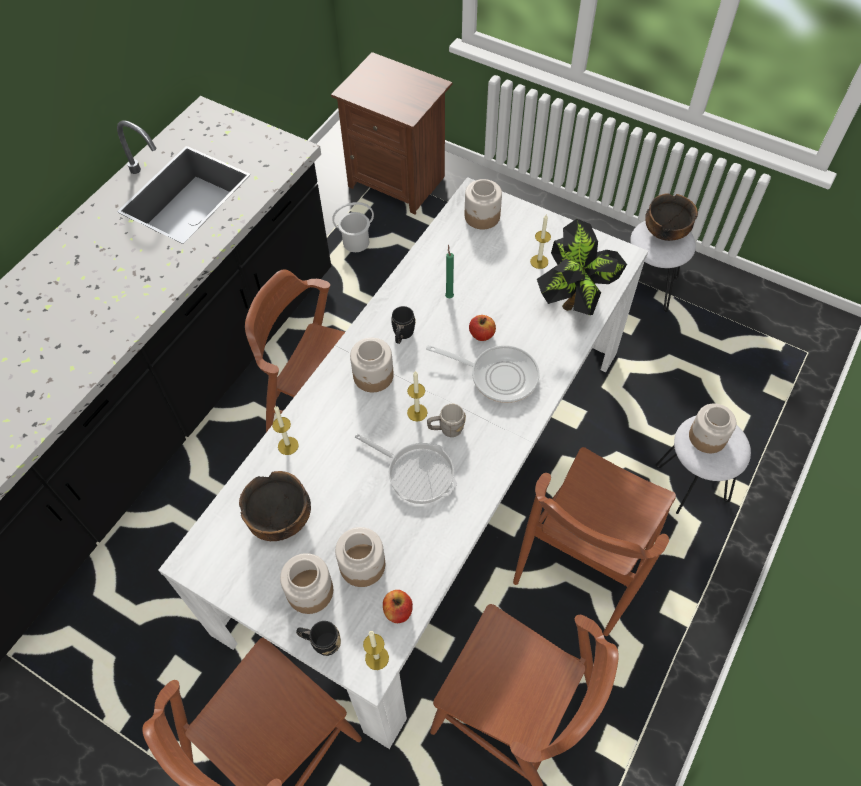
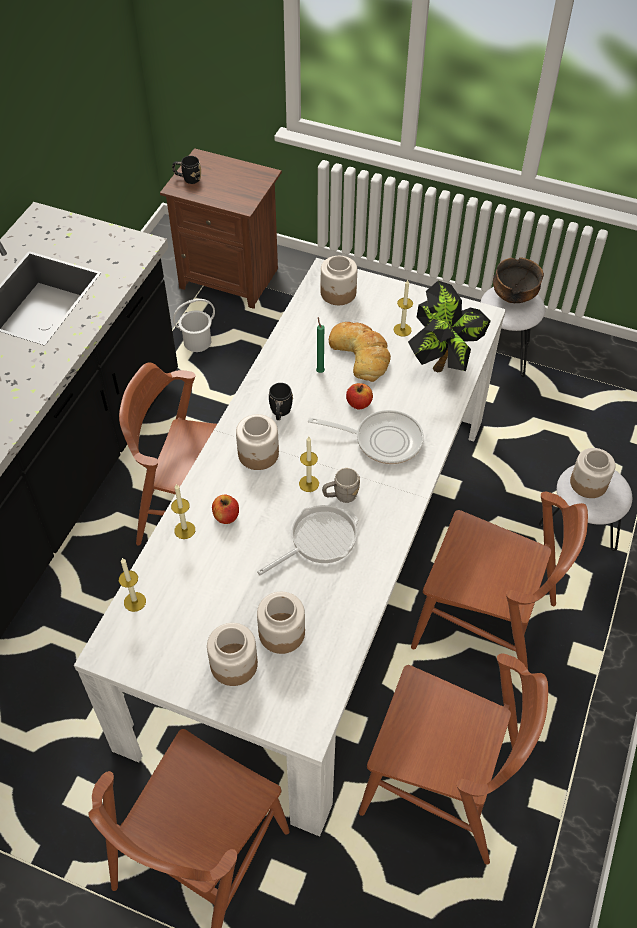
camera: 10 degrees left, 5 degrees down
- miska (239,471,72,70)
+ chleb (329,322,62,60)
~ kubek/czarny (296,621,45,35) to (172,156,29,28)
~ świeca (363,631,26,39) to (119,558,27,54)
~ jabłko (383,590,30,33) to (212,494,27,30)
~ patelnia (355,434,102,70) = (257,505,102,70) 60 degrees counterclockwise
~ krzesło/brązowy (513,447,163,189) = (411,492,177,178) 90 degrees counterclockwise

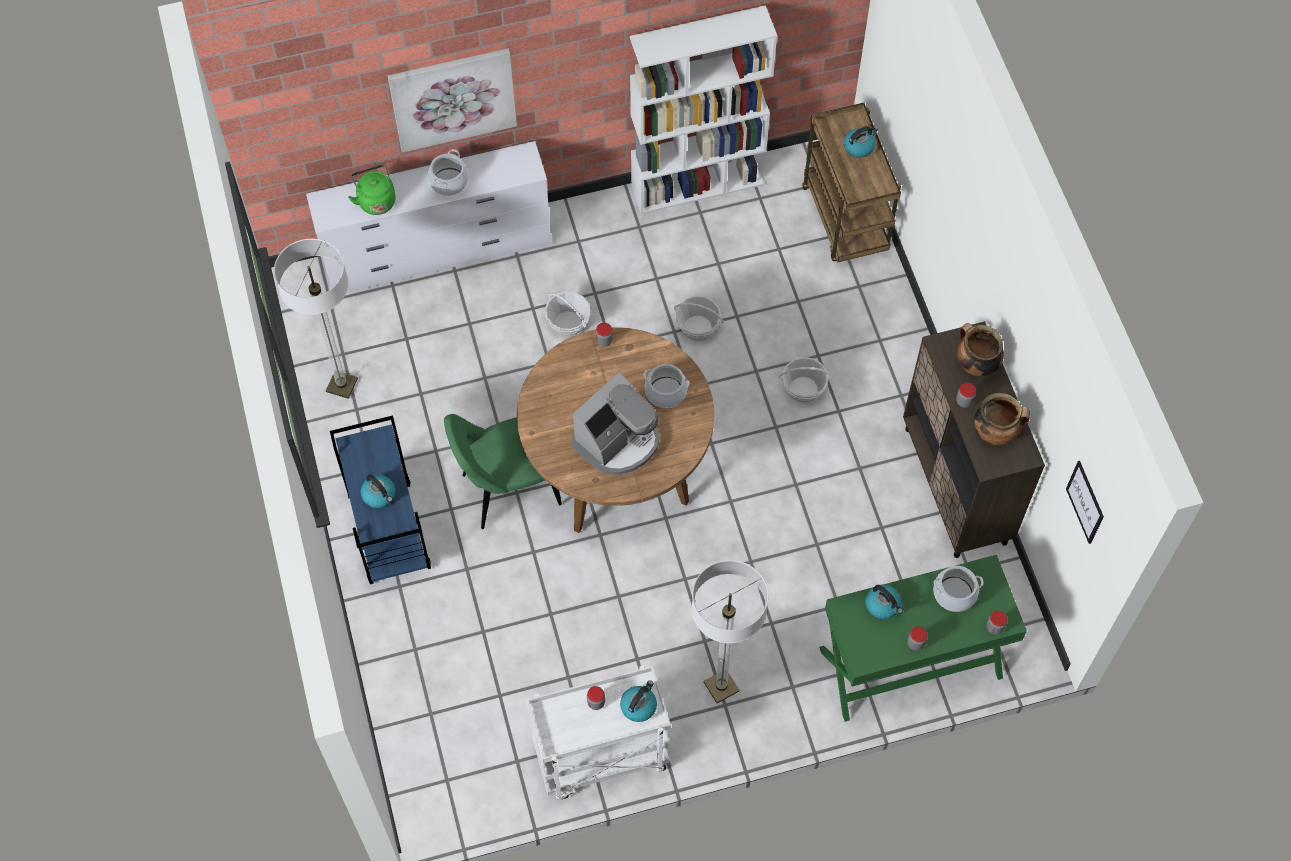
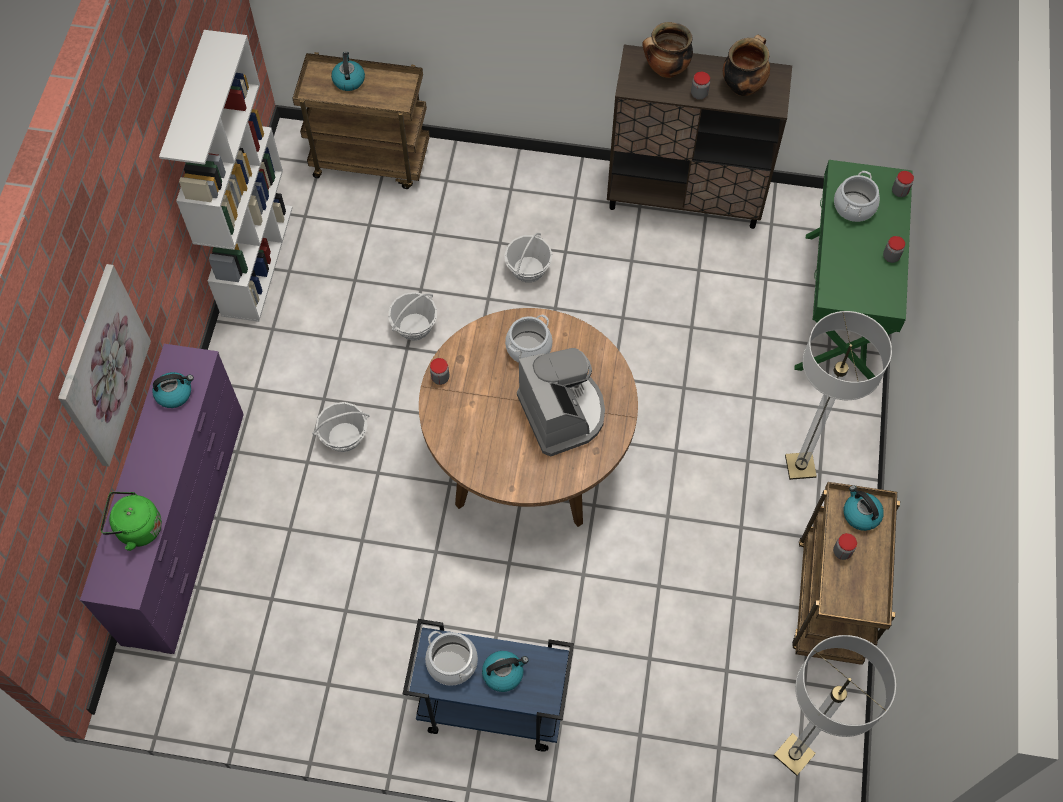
camera: 65 degrees left, 0 degrees up
- krzesło/zielony (444,414,118,115)
- obraz (1066,461,38,83)
~ lampa stojąca (274,239,84,160) to (773,635,123,141)
~ garnek (428,149,41,47) to (425,631,53,55)
~ czajnik (865,584,38,35) to (152,372,42,36)
~ komoda/biały (306,141,245,151) to komoda/fioletowy (80,344,164,310)
~ wózek/biały (527,666,144,133) to wózek/brązowy (792,482,108,183)

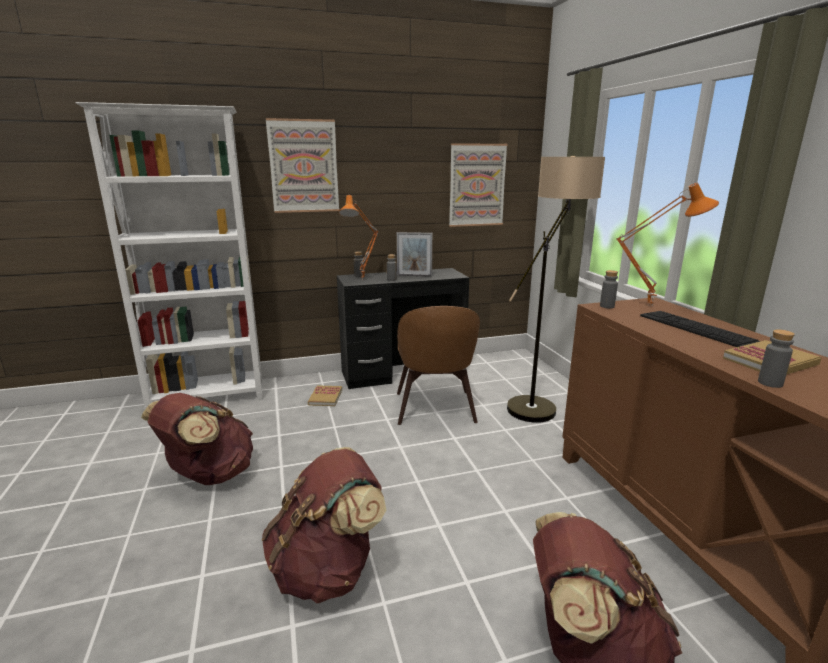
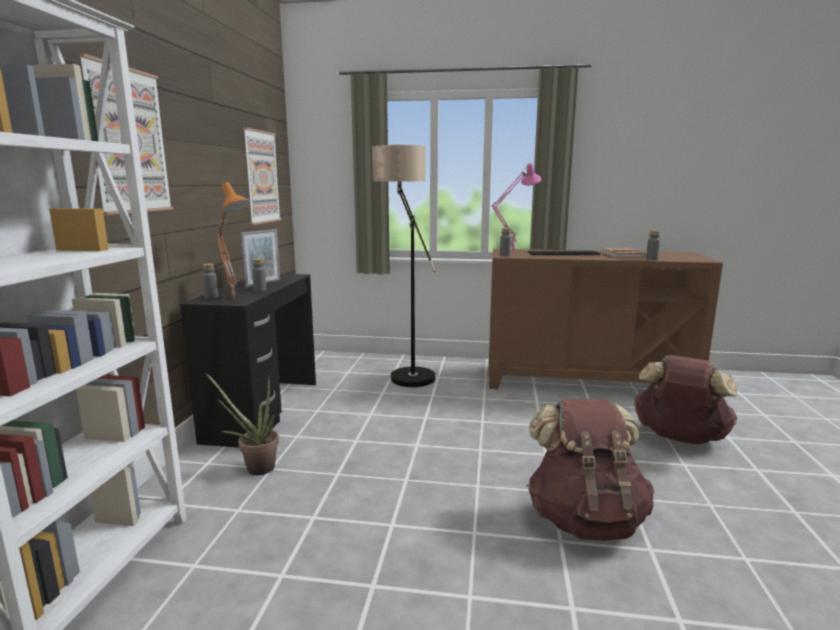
camera: 65 degrees left, 5 degrees down
- plecak/brązowy (141,393,112,92)
- krzesło/brązowy (397,306,83,119)
~ książka (308,386,34,20) to roślina doniczkowa (206,373,73,102)
~ lampa stołowa/pomarańczowy (616,183,103,124) to lampa stołowa/różowy (491,163,50,89)

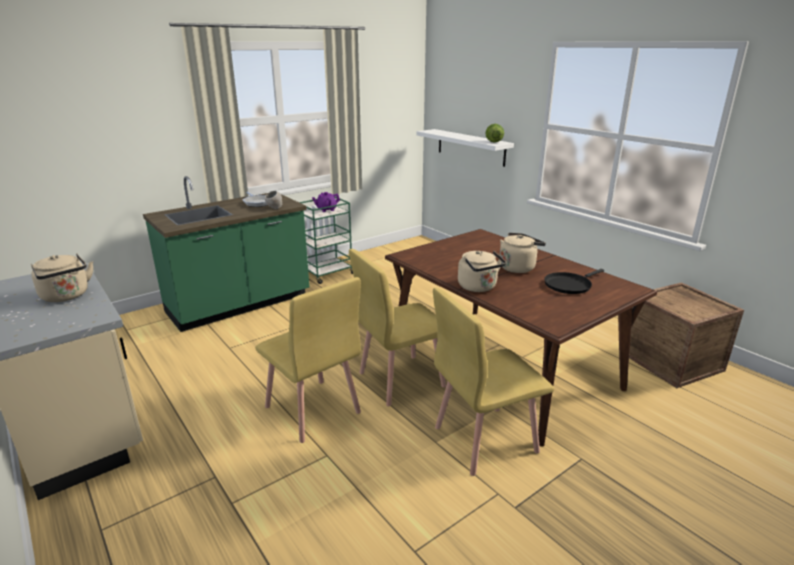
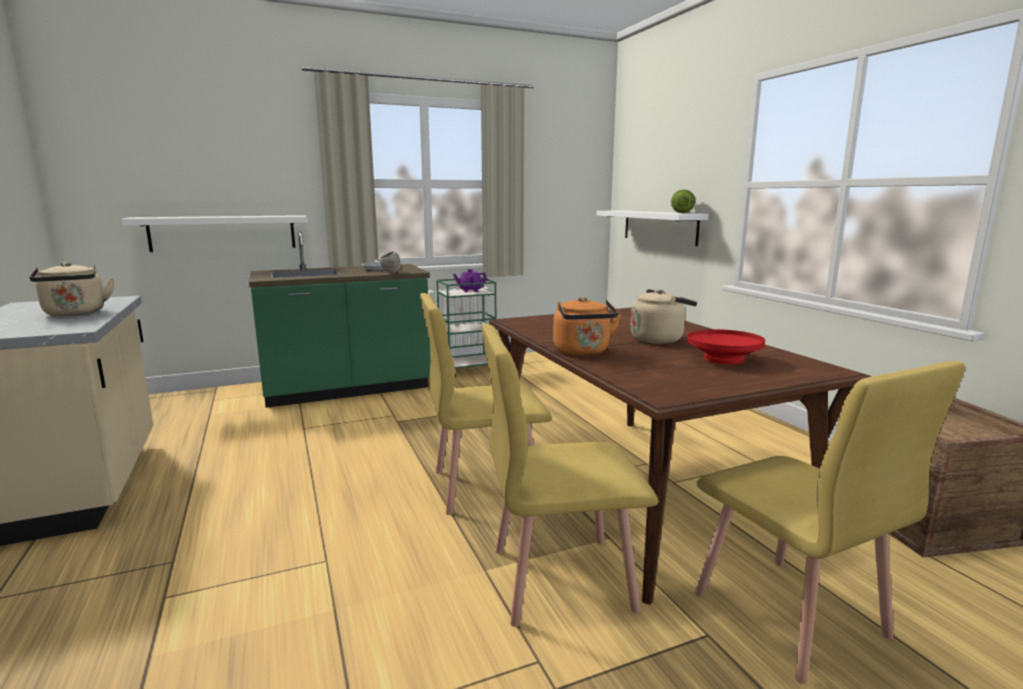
camera: 15 degrees right, 10 degrees down
+ półka/biały (121,215,187,37)
~ krzesło/żółty (255,277,106,166) to (694,361,271,323)
~ patelnia/czarny (544,269,60,25) to miska/czerwony (688,329,77,35)
~ czajnik/beżowy (458,251,48,41) to czajnik/pomarańczowy (553,297,68,59)

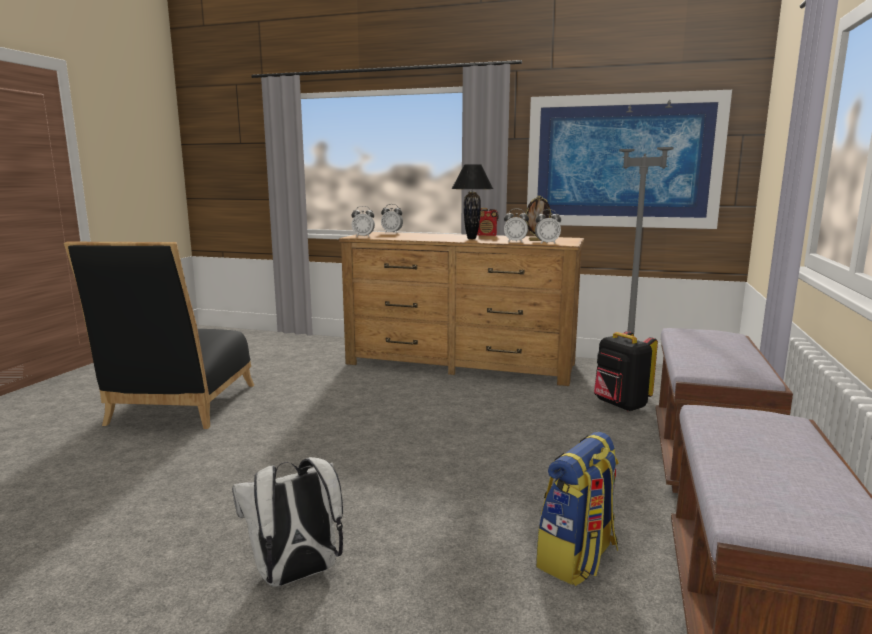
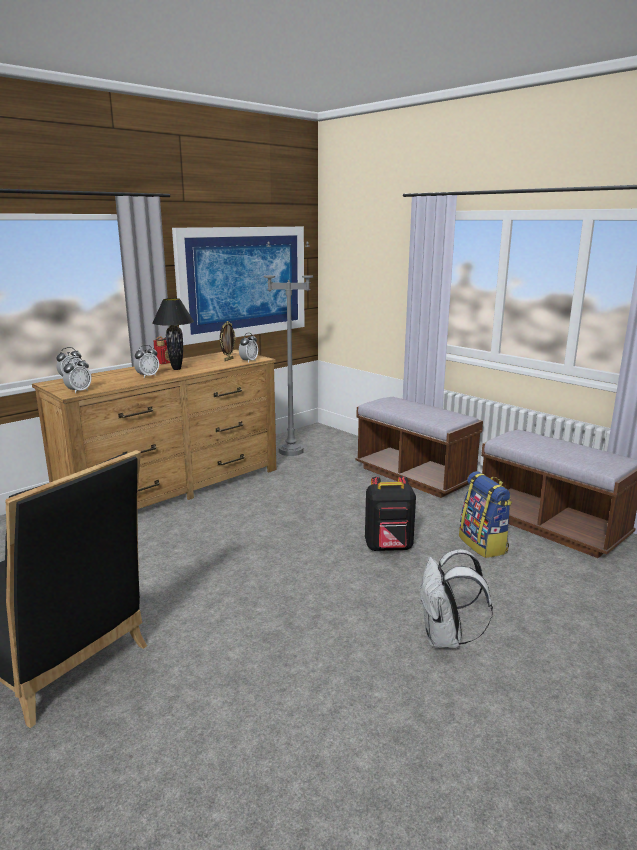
camera: 60 degrees left, 5 degrees up
~ budzik (504,209,25,34) to (134,345,25,33)
~ plecak/czarny (594,331,64,80) to (365,476,51,75)

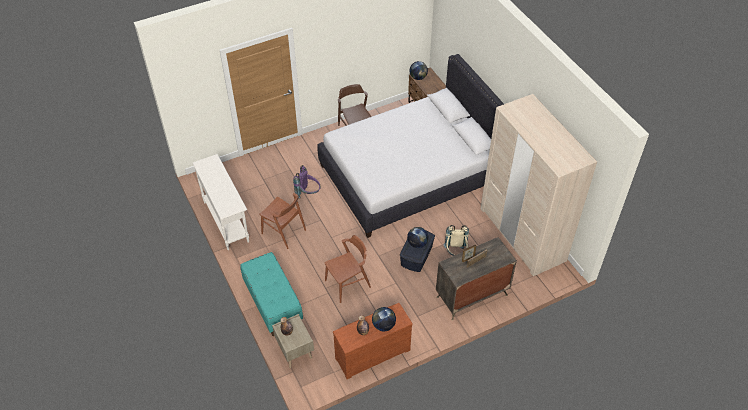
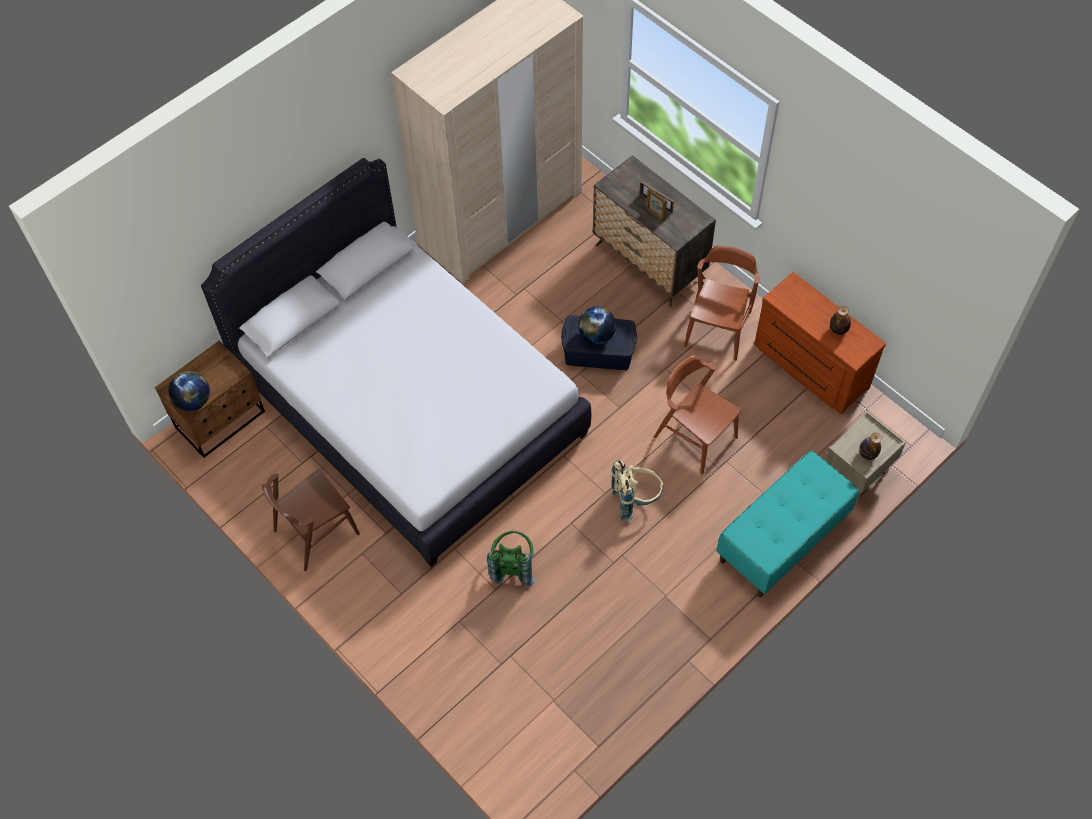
camera: 105 degrees left, 10 degrees up
- stolik konsolowy/biały (192,154,57,96)
- globus (372,307,24,24)
~ krzesło/brązowy (260,193,46,56) to (684,246,76,115)
~ plecak/beżowy (444,225,25,31) to (611,460,52,61)
~ plecak/fioletowy (293,165,28,33) to plecak/zielony (487,531,48,56)

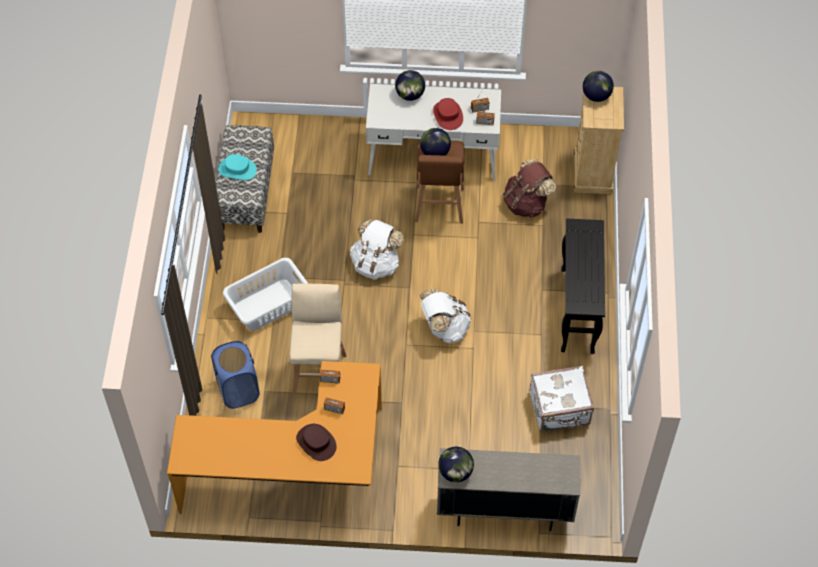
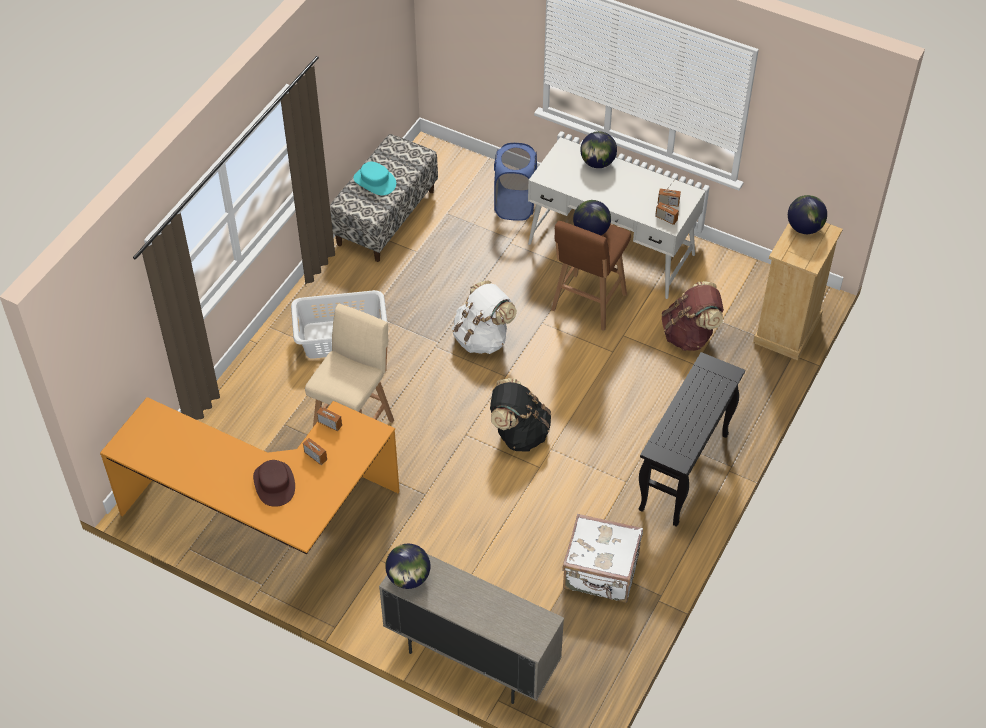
camera: 25 degrees right, 5 degrees down
- kapelusz/czerwony (433,98,30,32)
~ kosz na pranie/niebieski (211,341,49,68) to (494,143,43,78)
~ plecak/biały (420,289,51,54) to plecak/czarny (490,378,61,74)

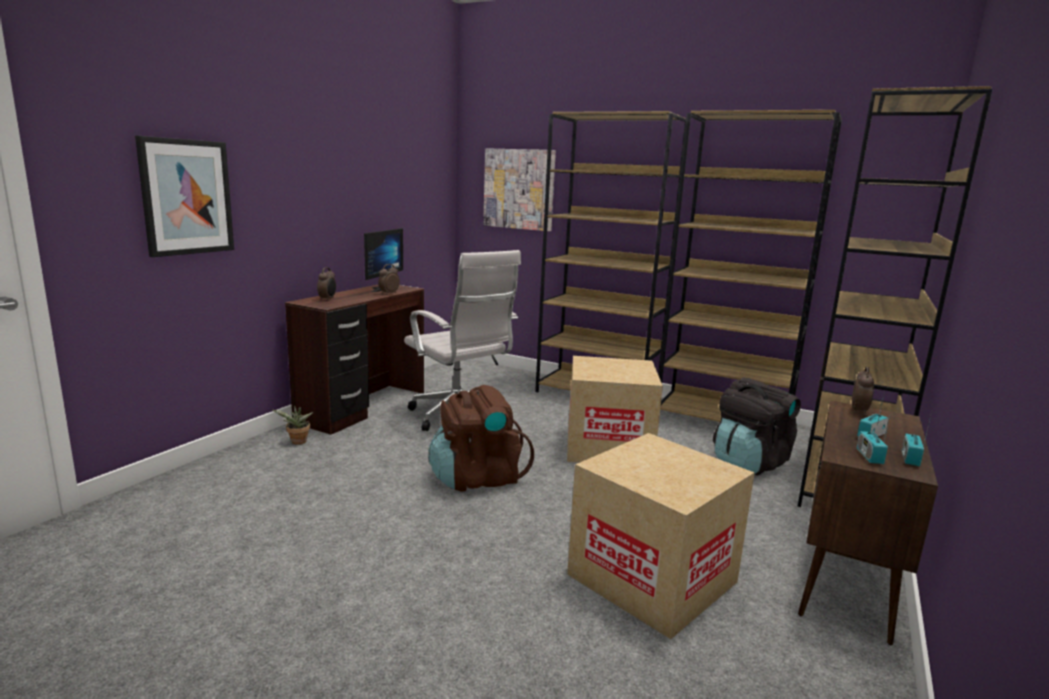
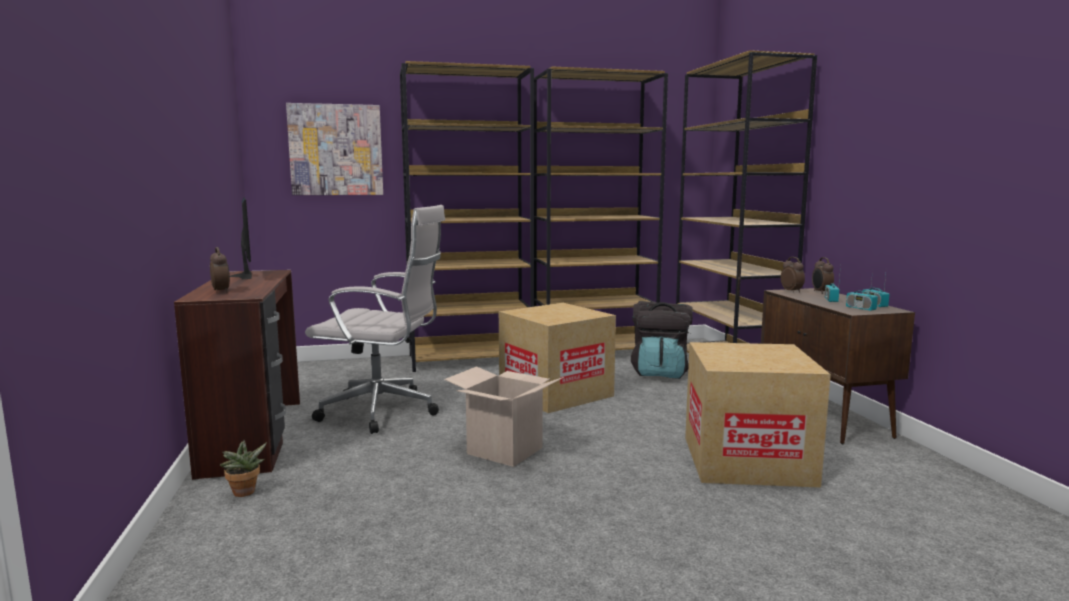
camera: 40 degrees left, 5 degrees down
- obraz (135,136,99,121)
~ budzik (378,264,22,31) to (812,257,22,37)
~ plecak/brązowy (428,385,106,107) to karton (444,366,120,101)

